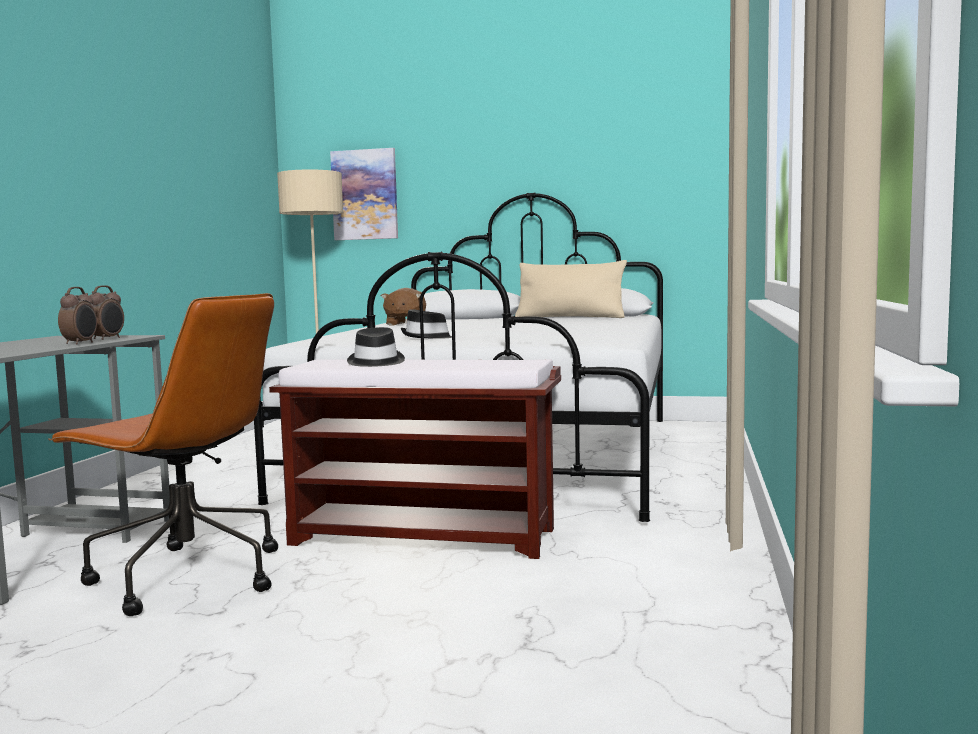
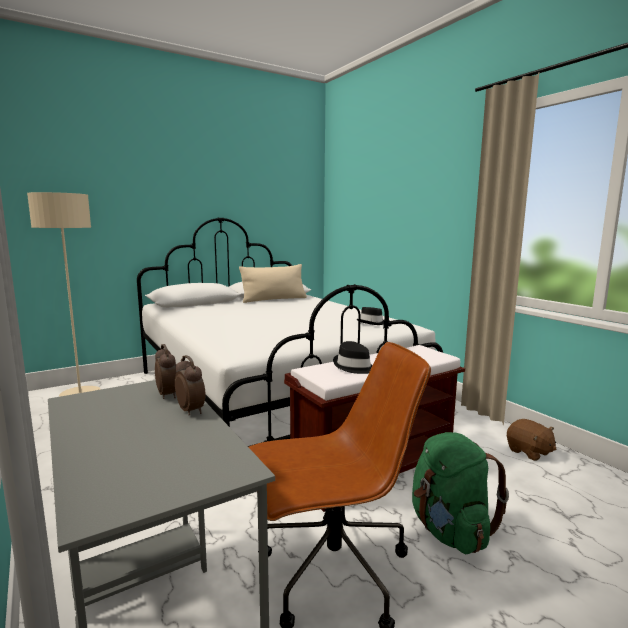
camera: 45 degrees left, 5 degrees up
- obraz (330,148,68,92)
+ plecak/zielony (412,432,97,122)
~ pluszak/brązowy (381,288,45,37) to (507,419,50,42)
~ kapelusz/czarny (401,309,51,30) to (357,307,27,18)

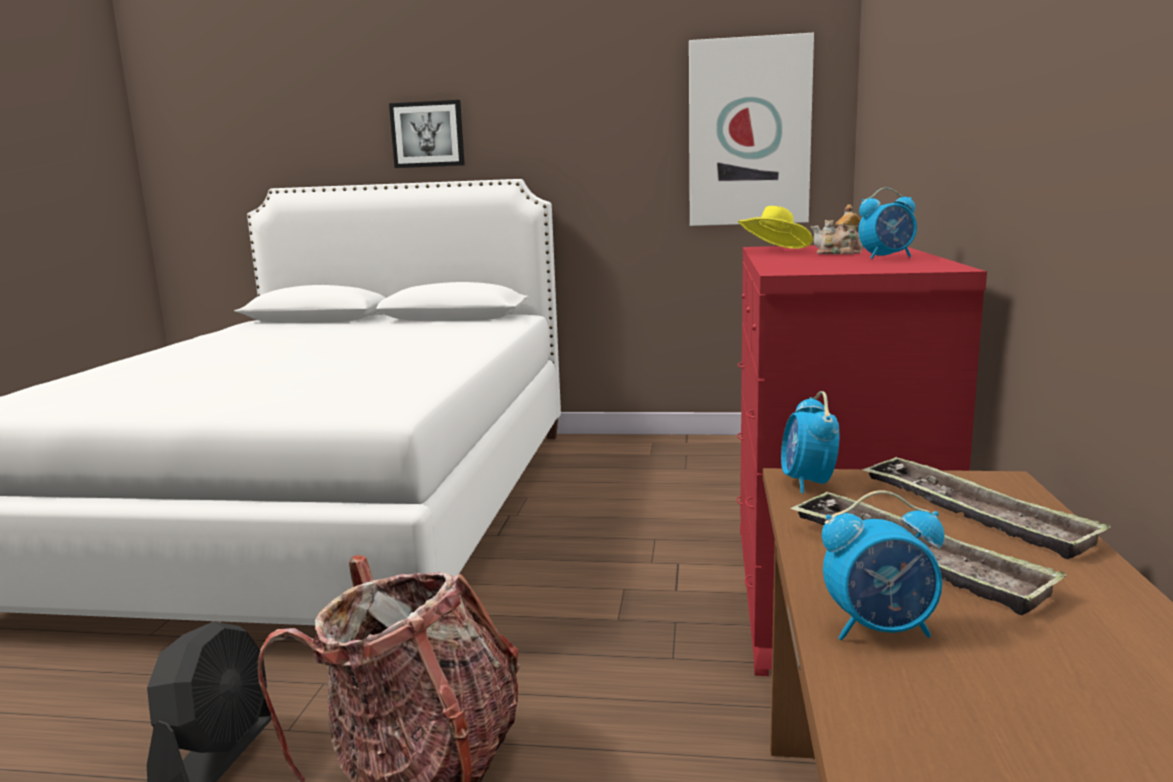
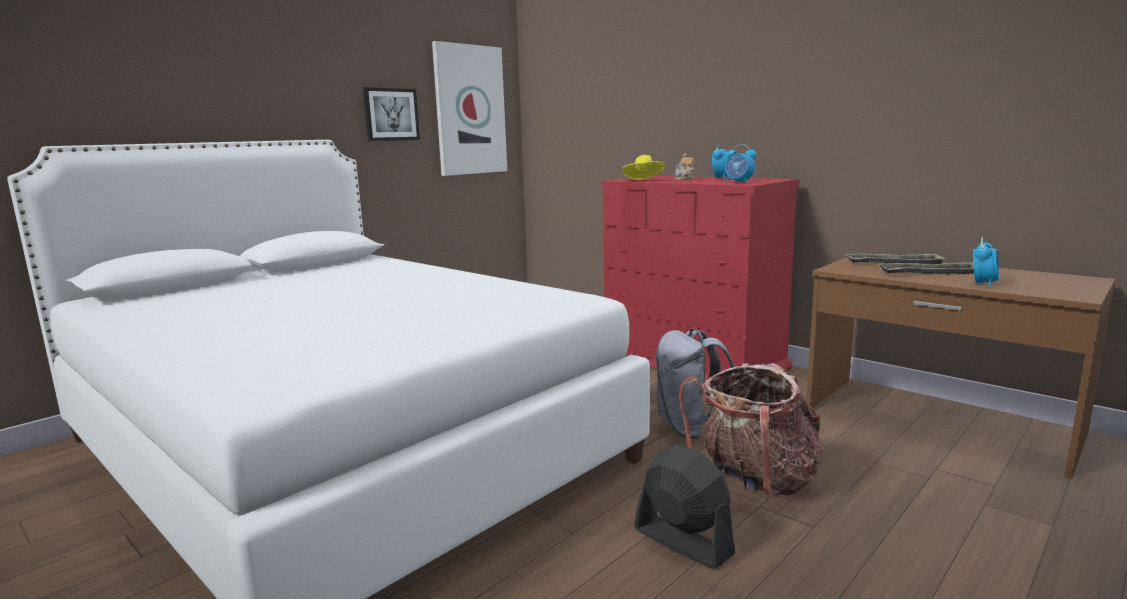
camera: 55 degrees left, 0 degrees up
+ plecak/szary (655,328,80,111)
~ obraz (389,100,76,68) to (363,87,57,54)
~ budzik (781,391,58,103) to (725,144,32,39)

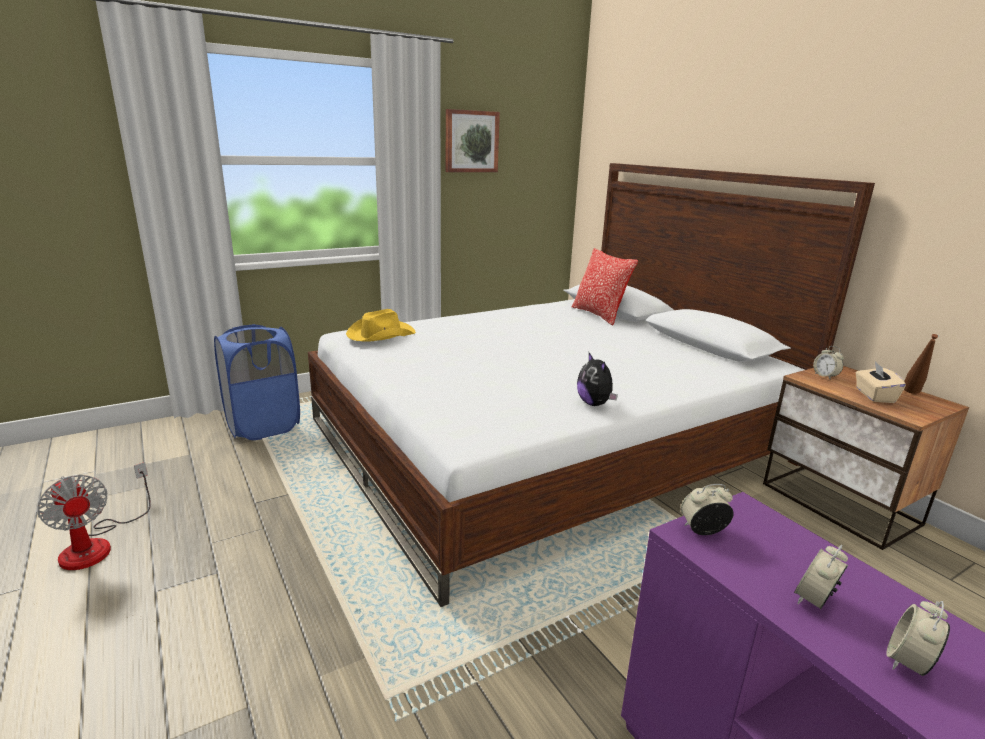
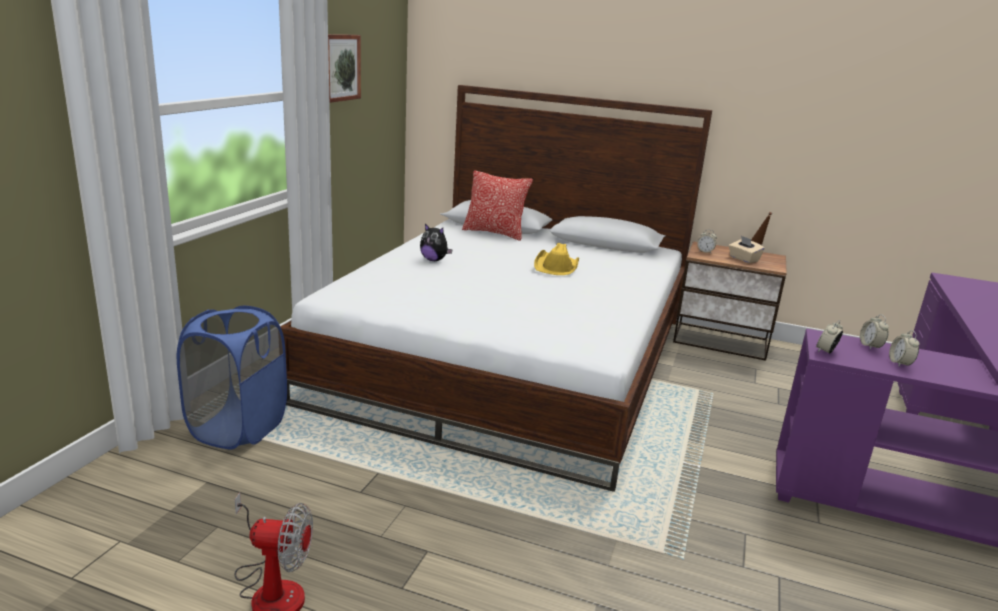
camera: 40 degrees left, 0 degrees up
~ kapelusz/żółty (346,309,70,33) to (534,243,45,32)
~ pluszak (577,353,41,53) to (420,224,33,37)
~ budzik (886,601,64,75) to (860,314,29,36)

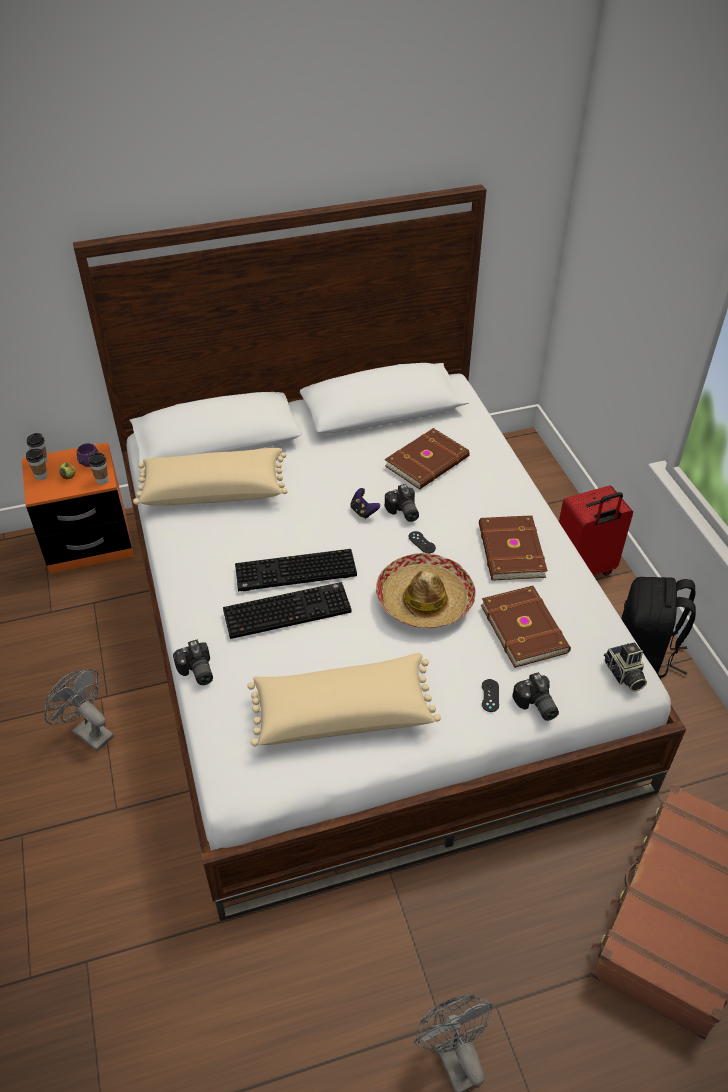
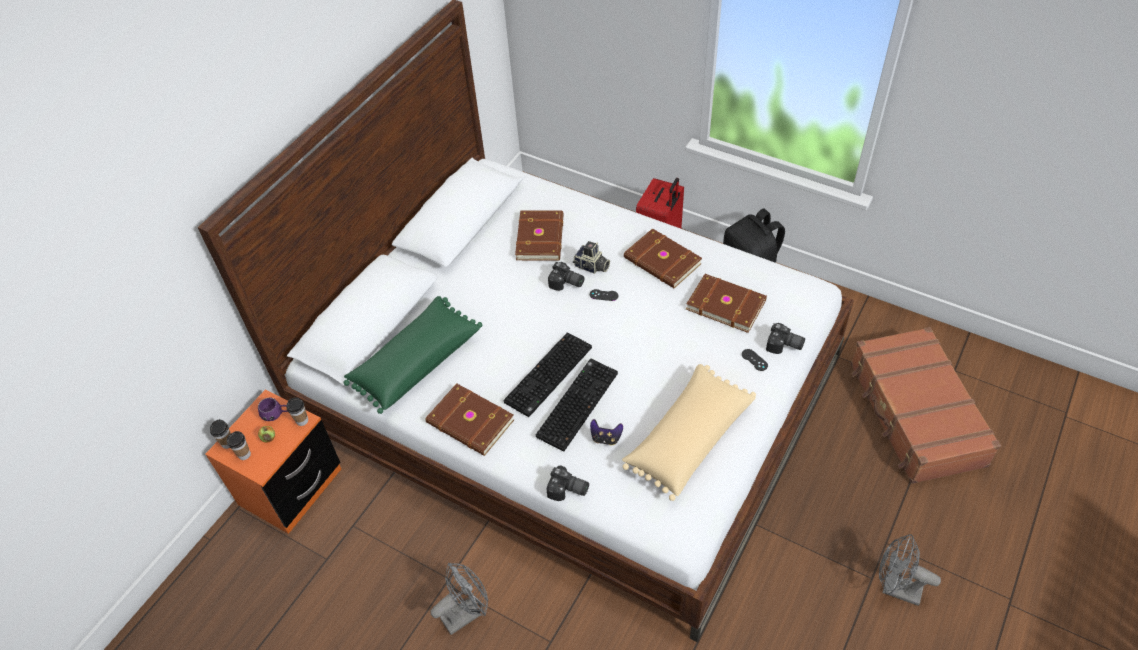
camera: 40 degrees left, 5 degrees up
- kapelusz (376,553,100,75)
+ książka/brązowy (426,383,88,73)
~ pad do gier (350,488,30,31) to (590,419,33,27)
~ aparat fotograficzny (604,642,43,50) to (573,241,37,33)
~ poduszka/beżowy (133,448,155,58) to poduszka/zielony (344,296,138,118)
~ wentylator/szary (44,669,70,82) = (430,563,58,72) 150 degrees clockwise

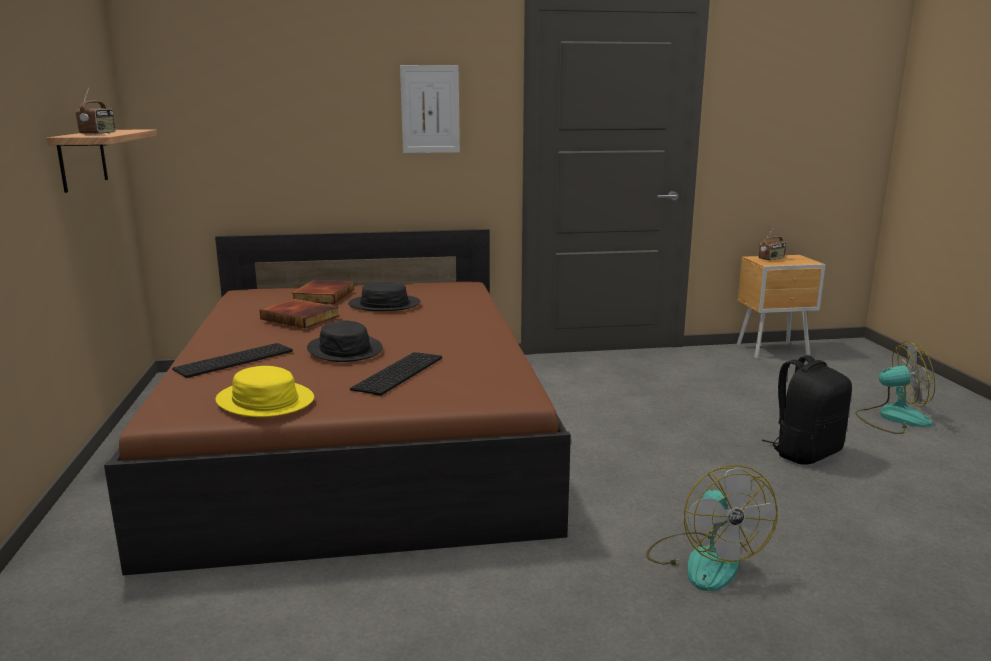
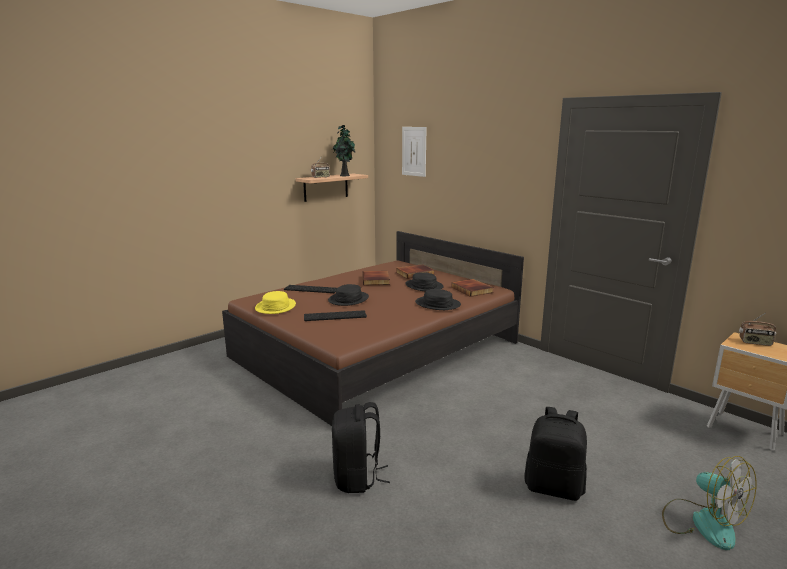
camera: 55 degrees right, 0 degrees up
+ roślina doniczkowa (332,125,23,51)
+ kapelusz/czarny (415,289,46,21)
+ książka (451,279,42,18)
~ obraz (400,65,60,88) to (402,127,25,50)
~ wentylator (646,465,132,126) to plecak/czarny (332,402,58,91)

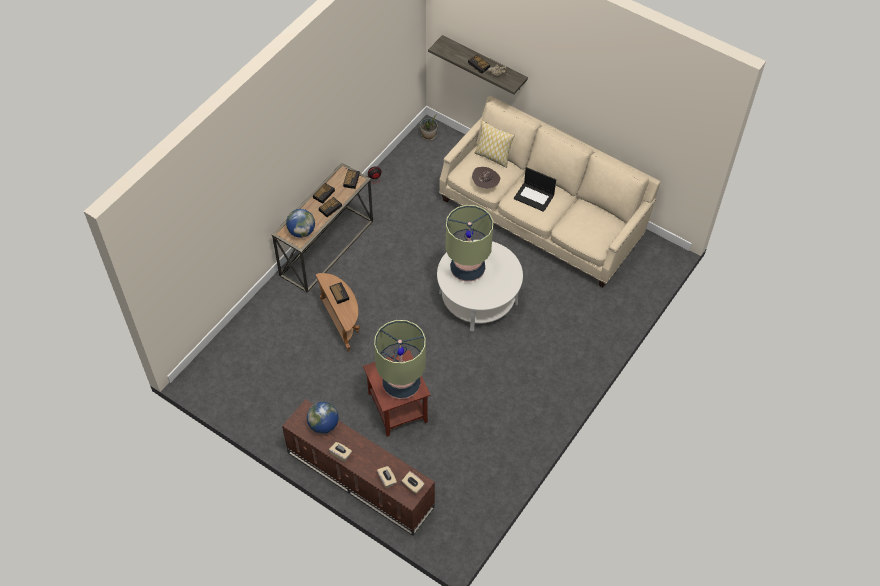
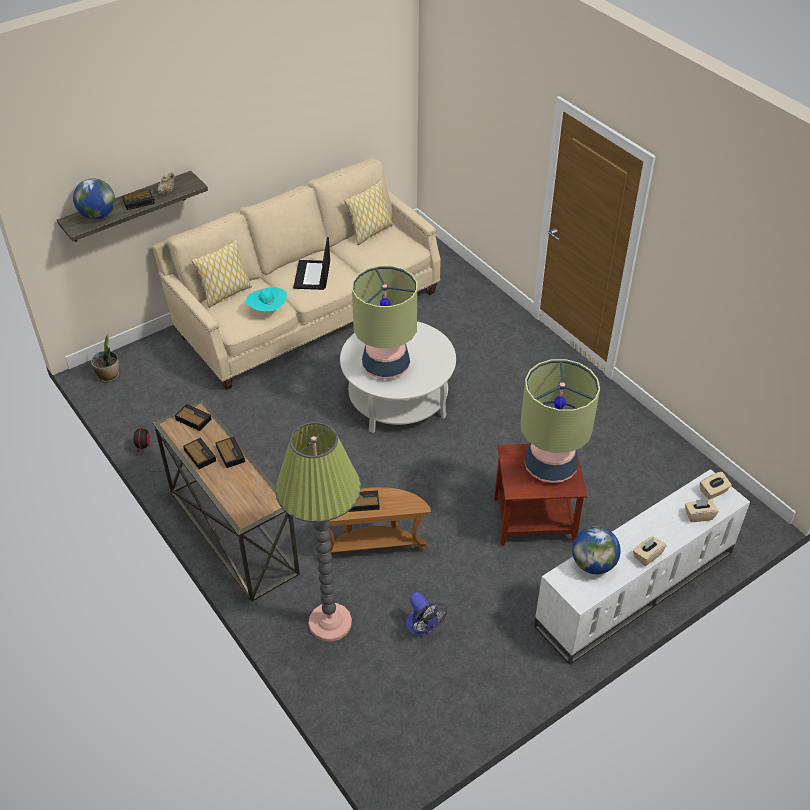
camera: 70 degrees left, 10 degrees down
+ lampa stojąca (275,422,86,220)
+ poduszka (344,180,49,65)
+ wentylator (406,592,41,44)
~ globus (286,209,29,29) to (73,178,42,41)
~ szafka pod telewizor/brązowy (282,399,153,137) to szafka pod telewizor/biały (534,469,216,196)
~ kapelusz/brązowy (472,167,28,22) to kapelusz/turkusowy (246,287,41,26)
~ laptop (514,167,42,45) = (293,237,37,53) 135 degrees clockwise

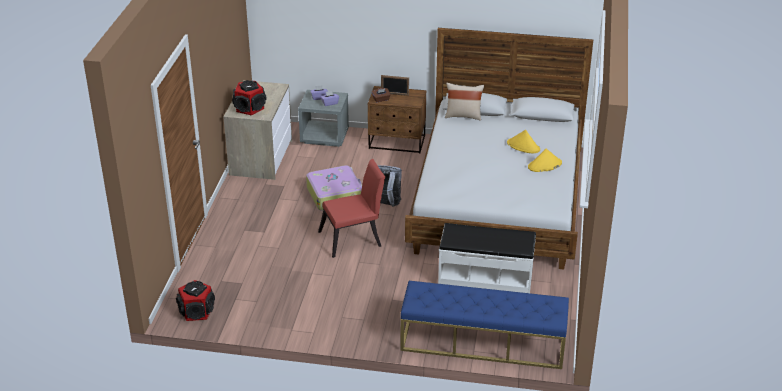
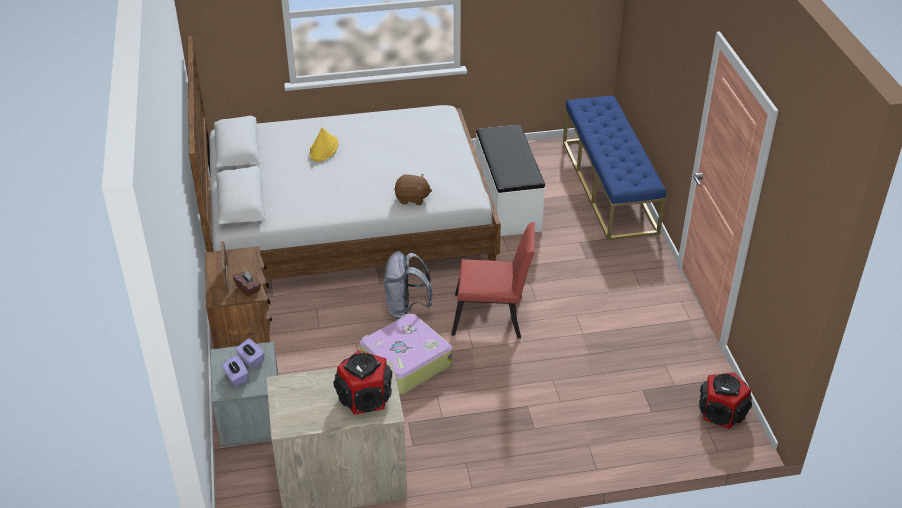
camera: 110 degrees left, 5 degrees up
- poduszka/beżowy (445,82,39,39)
- kapelusz/żółty (528,149,34,23)
+ pluszak/brązowy (394,174,38,31)
~ krzesło/czerwony (318,159,67,99) = (451,222,84,117) 135 degrees clockwise

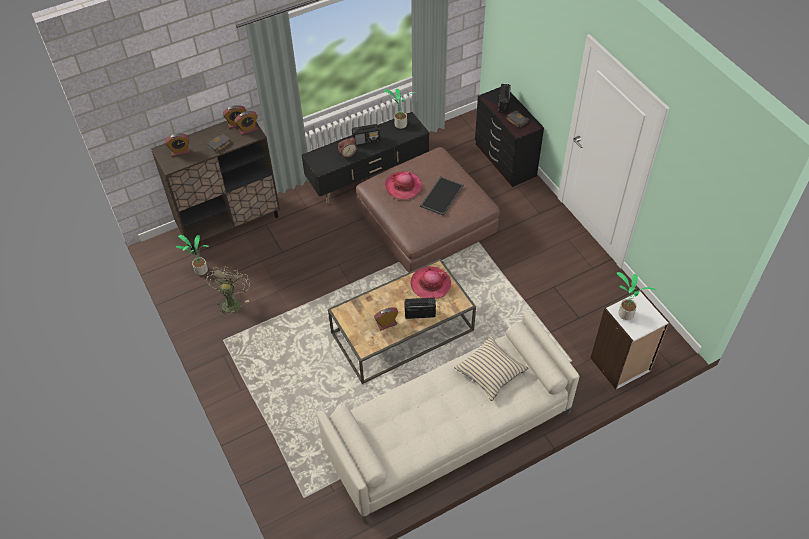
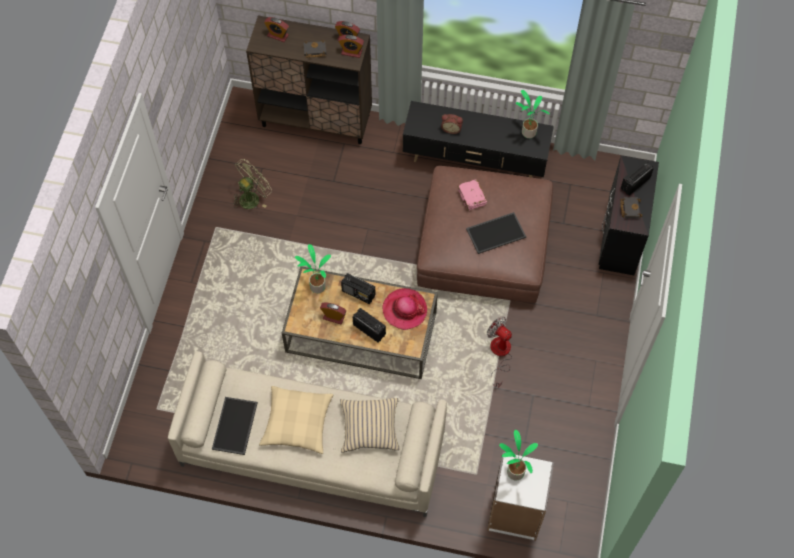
camera: 40 degrees right, 10 degrees up
+ taca (212,397,46,58)
+ poduszka/beżowy (259,386,74,68)
+ wentylator (487,317,25,71)
~ roślina doniczkowa (176,235,33,40) to (295,244,36,49)
~ radio (352,124,28,22) to (341,273,35,31)
~ kapelusz (385,171,37,28) to książka/różowy (458,180,29,31)

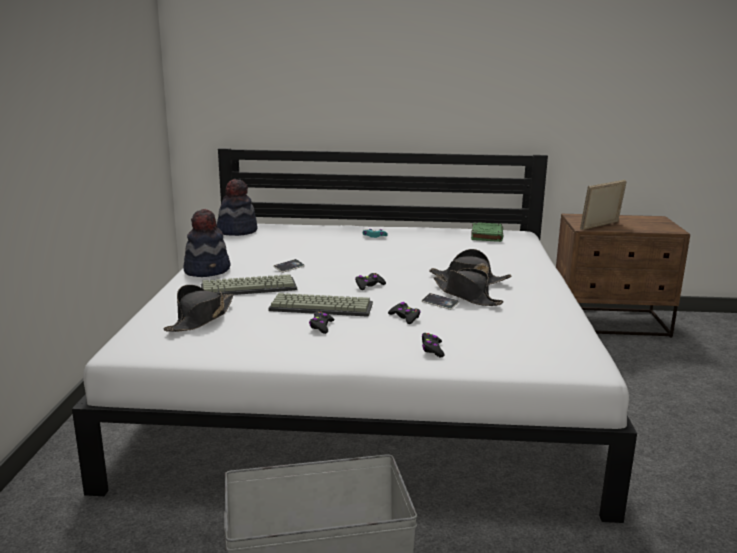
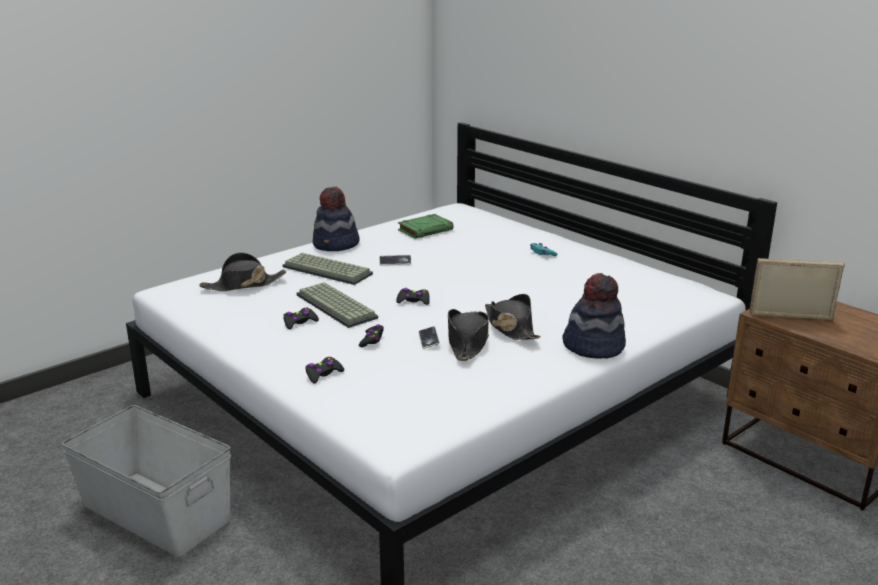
camera: 45 degrees right, 5 degrees up
~ kapelusz (217,179,41,57) to (562,273,64,86)
~ książka/zielony (471,222,32,20) to (398,214,56,25)

